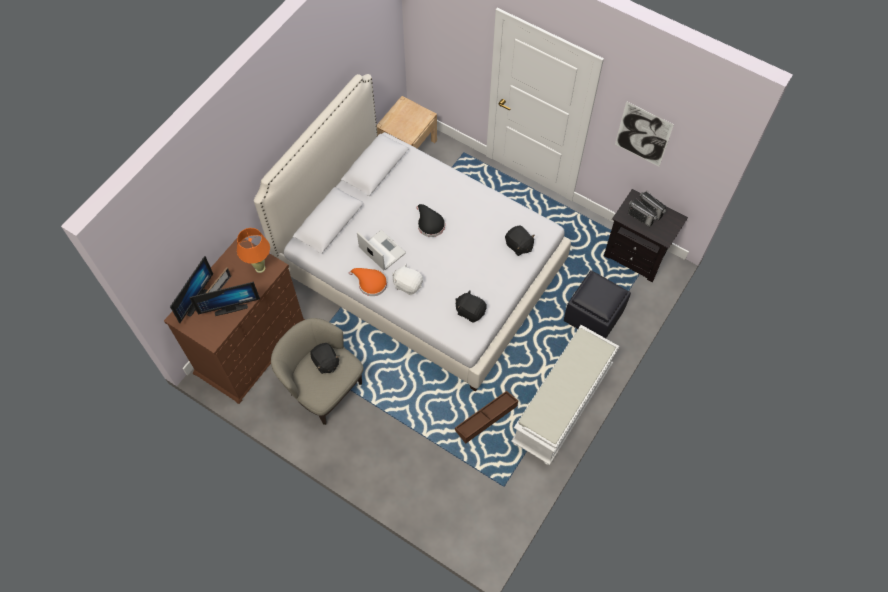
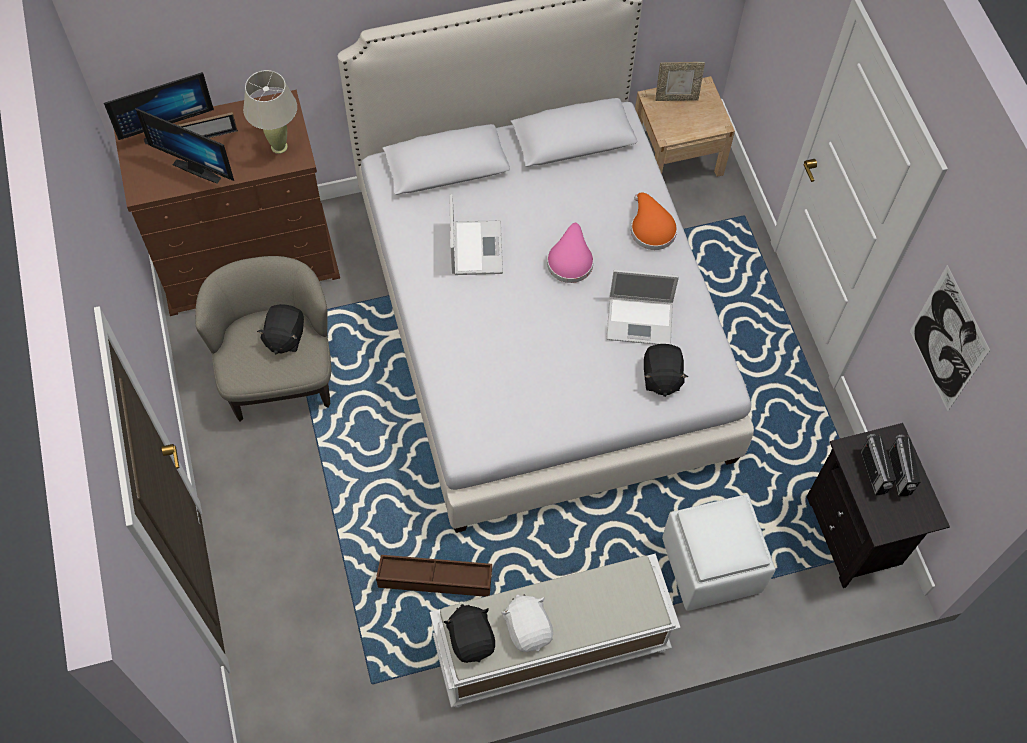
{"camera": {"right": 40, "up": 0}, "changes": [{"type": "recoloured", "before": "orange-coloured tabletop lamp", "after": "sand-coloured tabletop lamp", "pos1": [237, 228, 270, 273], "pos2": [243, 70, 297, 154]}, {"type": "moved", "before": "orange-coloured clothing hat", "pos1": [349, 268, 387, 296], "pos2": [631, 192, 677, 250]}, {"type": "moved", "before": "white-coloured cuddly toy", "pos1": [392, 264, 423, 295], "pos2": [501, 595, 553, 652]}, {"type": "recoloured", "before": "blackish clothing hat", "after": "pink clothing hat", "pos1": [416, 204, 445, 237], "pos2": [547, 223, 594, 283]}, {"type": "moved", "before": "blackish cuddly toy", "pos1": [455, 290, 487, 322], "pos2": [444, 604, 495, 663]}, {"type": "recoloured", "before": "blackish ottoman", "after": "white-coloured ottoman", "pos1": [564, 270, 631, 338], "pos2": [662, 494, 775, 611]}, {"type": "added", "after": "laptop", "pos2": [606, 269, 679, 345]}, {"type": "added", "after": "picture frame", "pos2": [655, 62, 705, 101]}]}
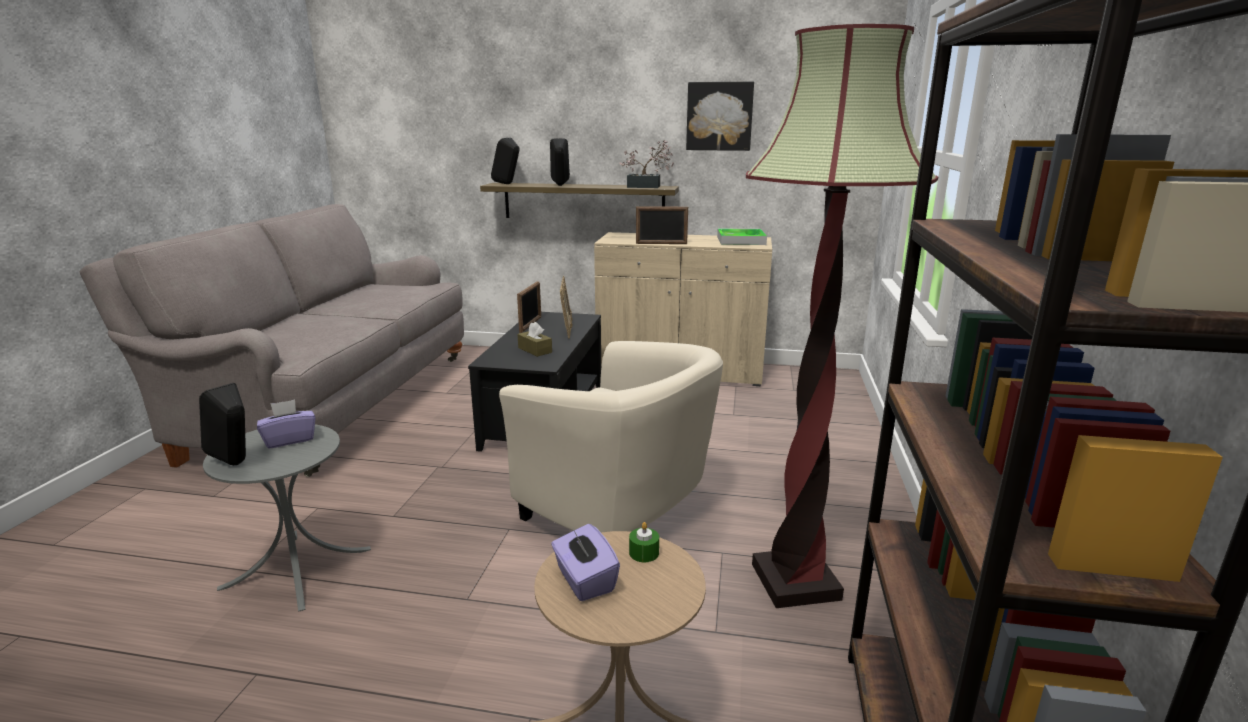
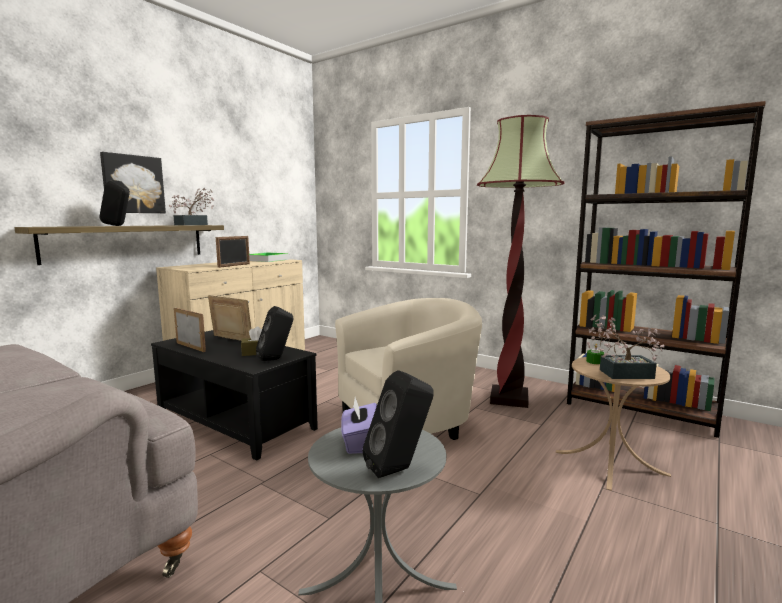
{"camera": {"right": -65, "up": -10}, "changes": [{"type": "moved", "before": "blackish loudspeaker", "pos1": [491, 138, 520, 184], "pos2": [256, 306, 293, 361]}, {"type": "replaced", "before": "purplish box of tissues", "after": "plant in a pot", "pos1": [551, 524, 620, 601], "pos2": [587, 315, 664, 379]}, {"type": "moved", "before": "wall art", "pos1": [686, 82, 754, 151], "pos2": [100, 152, 166, 213]}]}
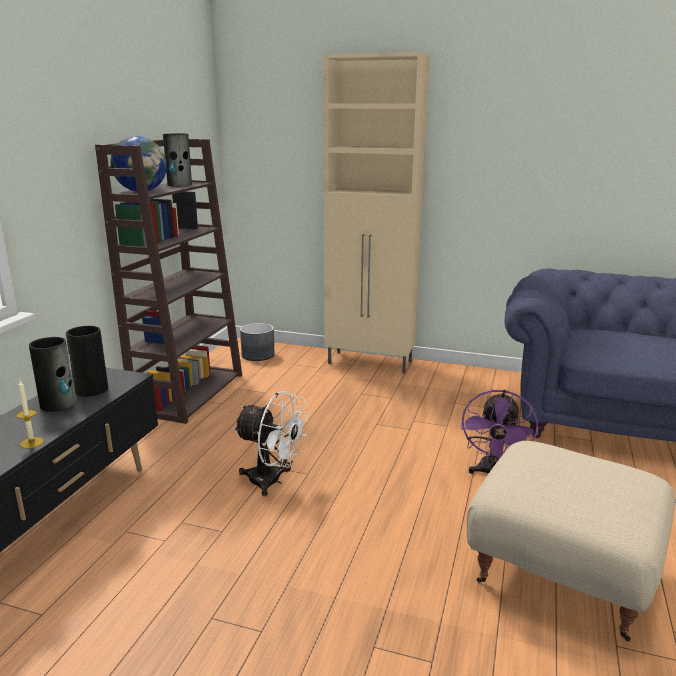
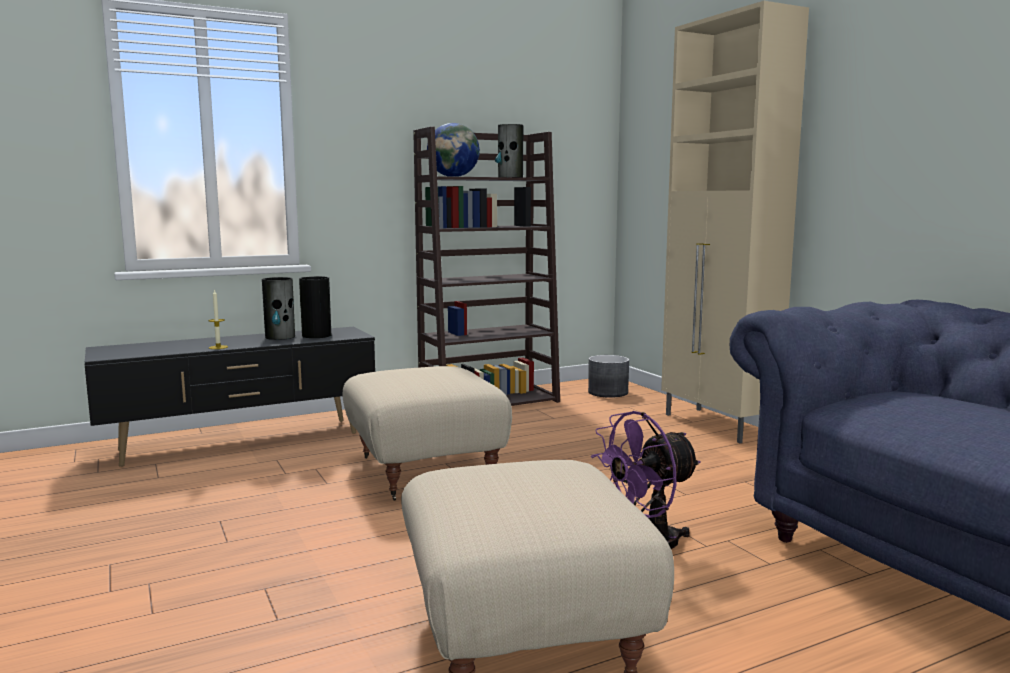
{"camera": {"right": 45, "up": -10}, "changes": [{"type": "replaced", "before": "white-coloured fan", "after": "sand-coloured ottoman", "pos1": [233, 391, 309, 496], "pos2": [343, 366, 512, 500]}]}
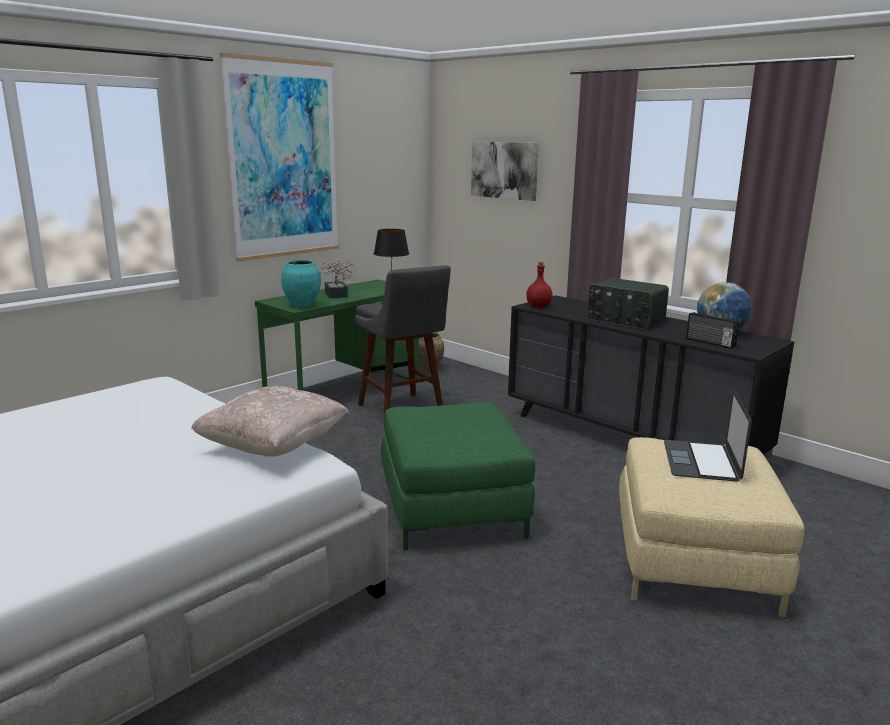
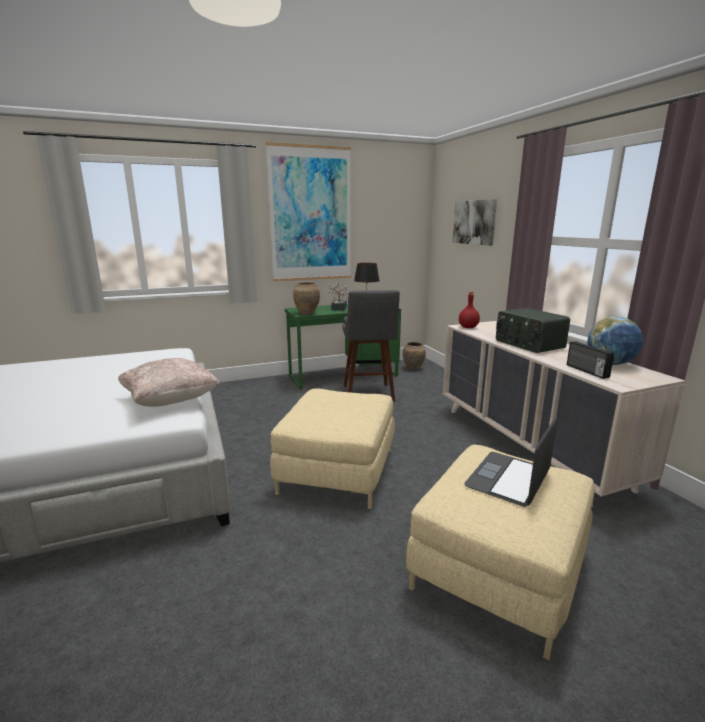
{"camera": {"right": 25, "up": 0}, "changes": [{"type": "recoloured", "before": "blue-green flower vase", "after": "brown-coloured flower vase", "pos1": [281, 260, 321, 308], "pos2": [293, 282, 320, 315]}, {"type": "recoloured", "before": "green-coloured ottoman", "after": "sand-coloured ottoman", "pos1": [381, 402, 535, 550], "pos2": [270, 389, 395, 509]}, {"type": "recoloured", "before": "blackish drawer chest", "after": "sand-coloured drawer chest", "pos1": [508, 295, 794, 455], "pos2": [443, 321, 686, 507]}]}
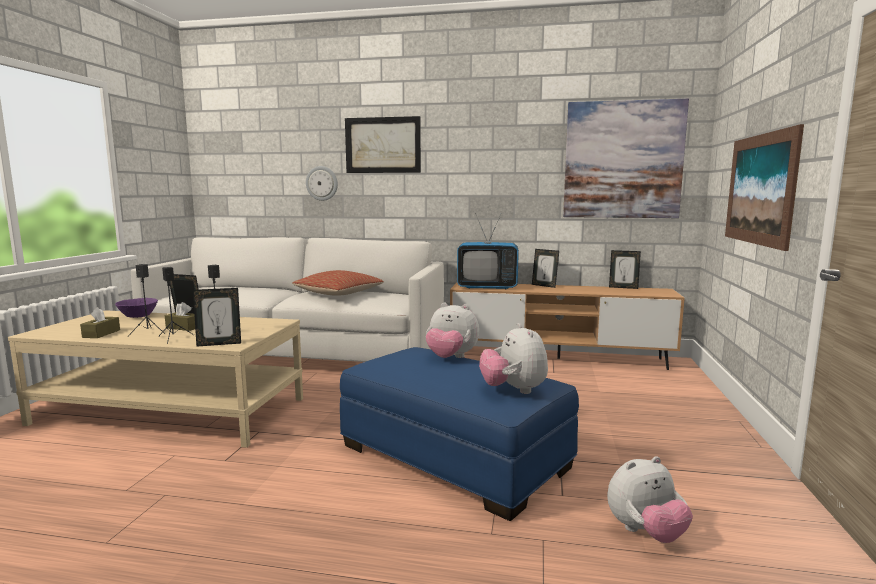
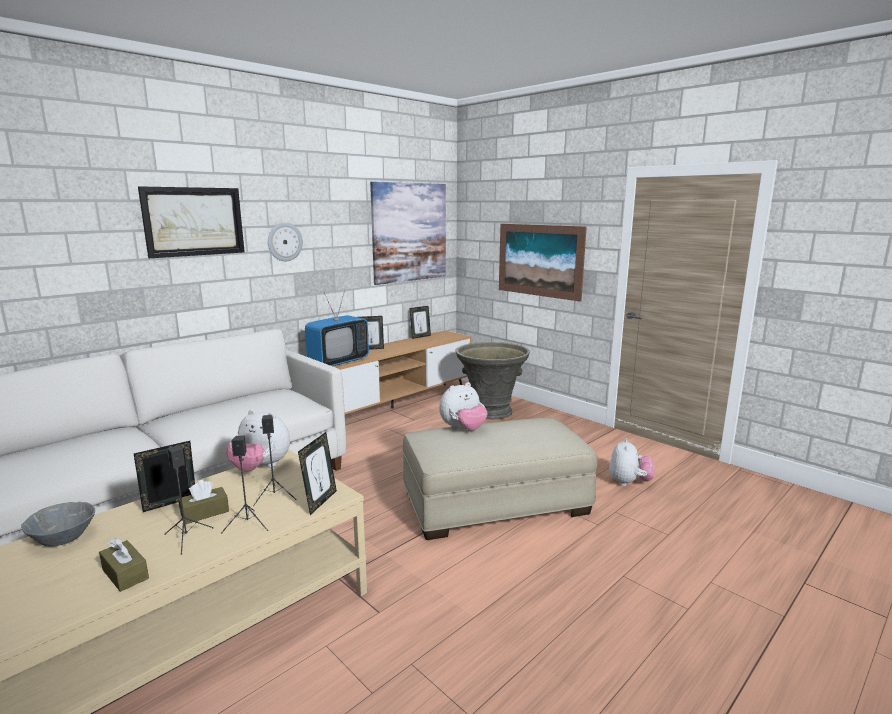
{"camera": {"right": -55, "up": 5}, "changes": [{"type": "recoloured", "before": "purplish deep dish", "after": "grey deep dish", "pos1": [115, 298, 158, 318], "pos2": [21, 502, 95, 547]}, {"type": "removed", "before": "pillow", "pos1": [292, 270, 384, 296]}, {"type": "moved", "before": "wall clock", "pos1": [306, 166, 338, 201], "pos2": [268, 223, 303, 261]}, {"type": "recoloured", "before": "blue ottoman", "after": "sand-coloured ottoman", "pos1": [340, 347, 579, 521], "pos2": [403, 417, 597, 540]}, {"type": "moved", "before": "cuddly toy", "pos1": [479, 323, 548, 394], "pos2": [226, 410, 290, 472]}, {"type": "added", "after": "grey plant pot", "pos2": [455, 342, 530, 419]}]}
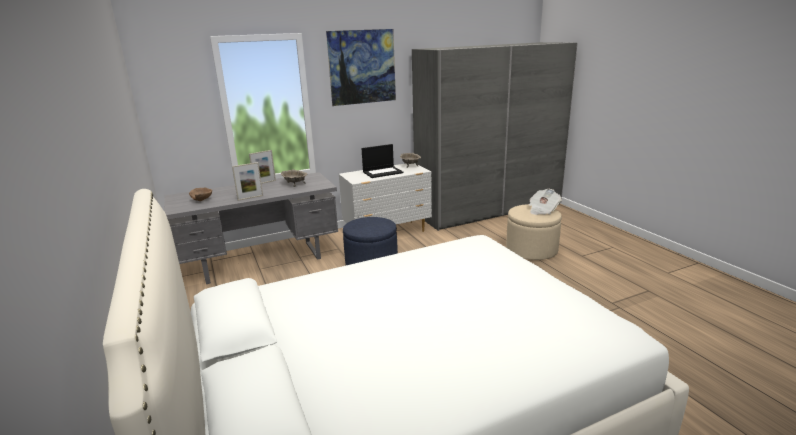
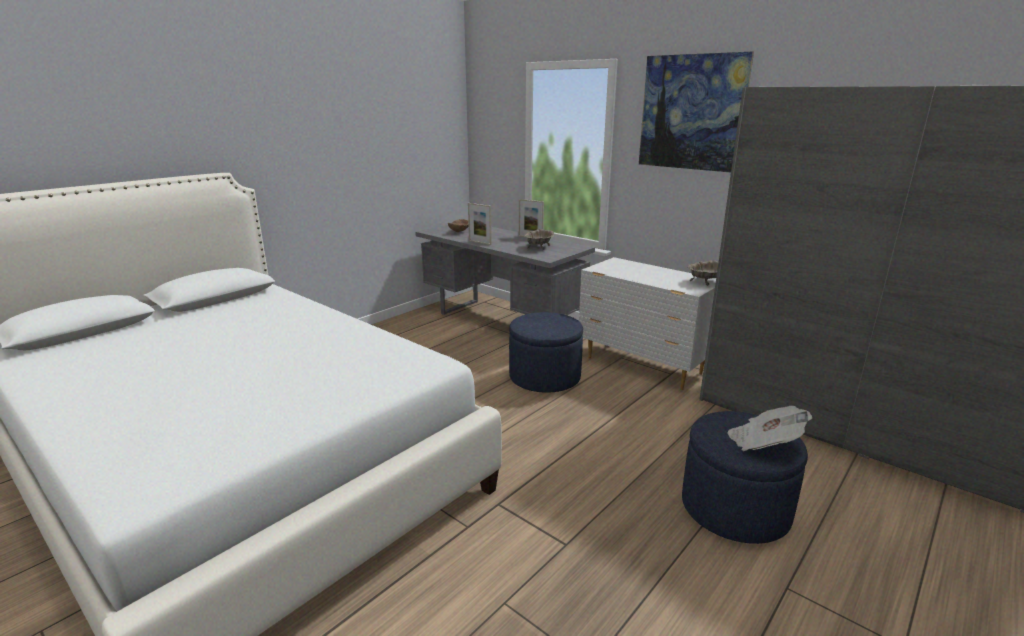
{"camera": {"right": 65, "up": 0}, "changes": [{"type": "removed", "before": "laptop", "pos1": [361, 144, 404, 178]}, {"type": "recoloured", "before": "sand-coloured ottoman", "after": "blue ottoman", "pos1": [506, 204, 562, 260], "pos2": [682, 411, 808, 544]}]}
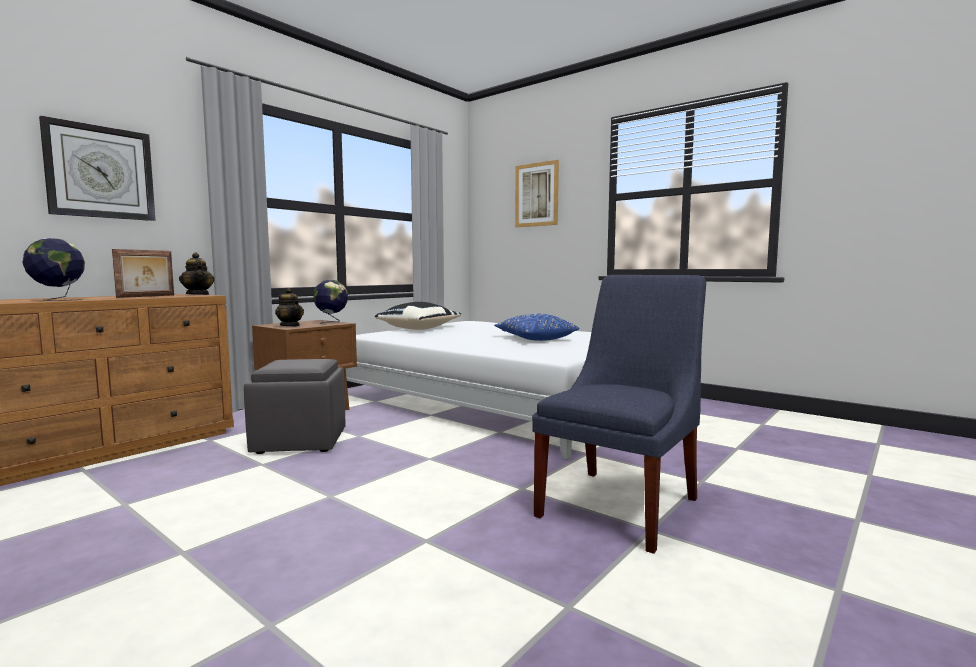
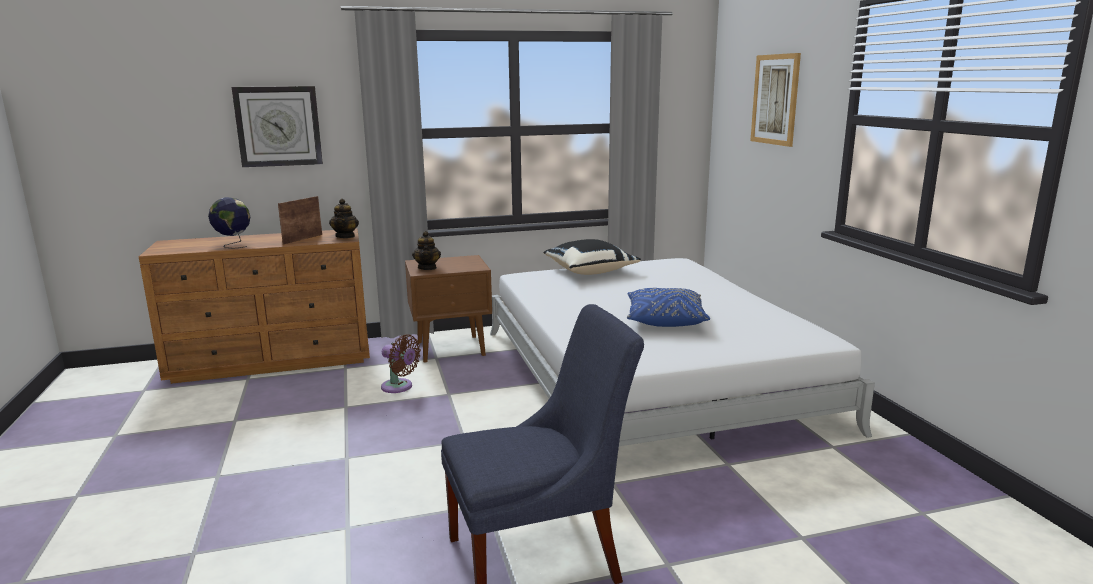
{"camera": {"right": 35, "up": 10}, "changes": [{"type": "turned", "before": "picture frame", "pos1": [112, 249, 174, 298], "pos2": [278, 196, 322, 245], "turn": 150}, {"type": "replaced", "before": "grey ottoman", "after": "brown-coloured fan", "pos1": [244, 359, 345, 454], "pos2": [381, 334, 421, 393]}, {"type": "removed", "before": "desk globe", "pos1": [313, 280, 348, 324]}]}
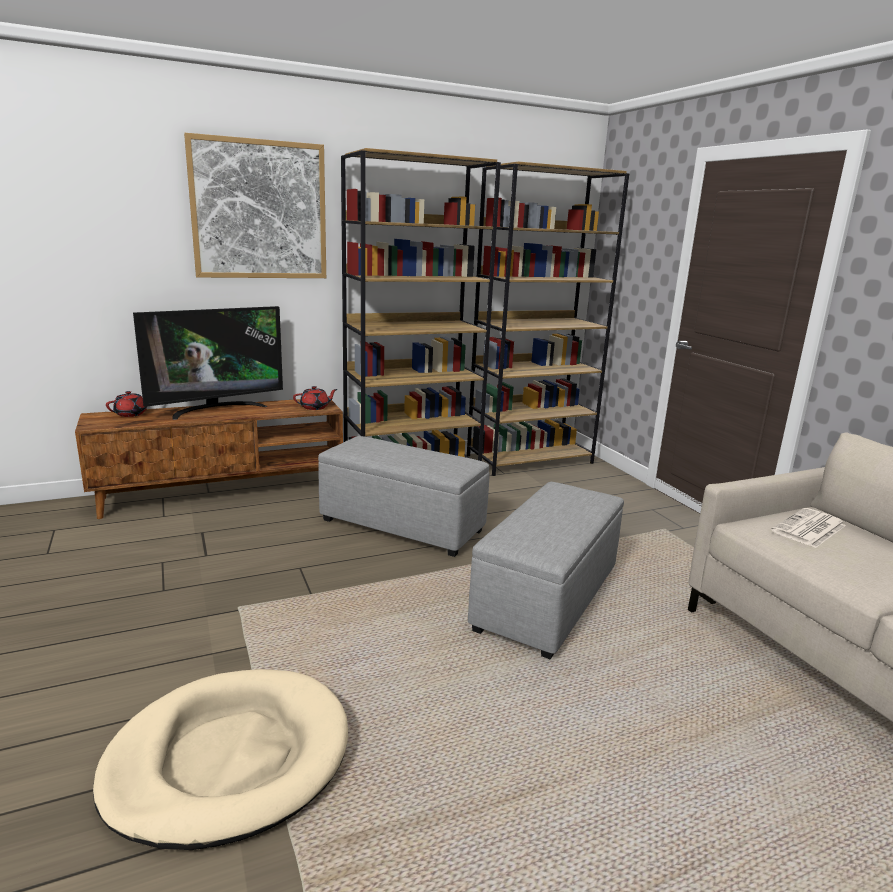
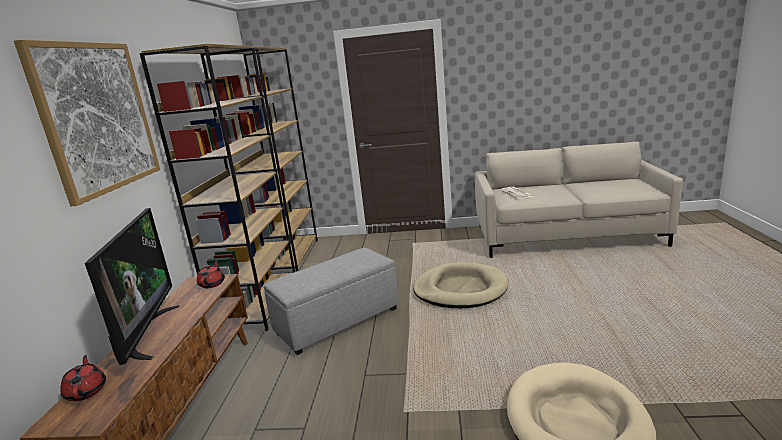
{"camera": {"right": -60, "up": 0}, "changes": [{"type": "replaced", "before": "grey ottoman", "after": "sand-coloured pet bed", "pos1": [468, 482, 624, 659], "pos2": [413, 262, 509, 308]}]}
